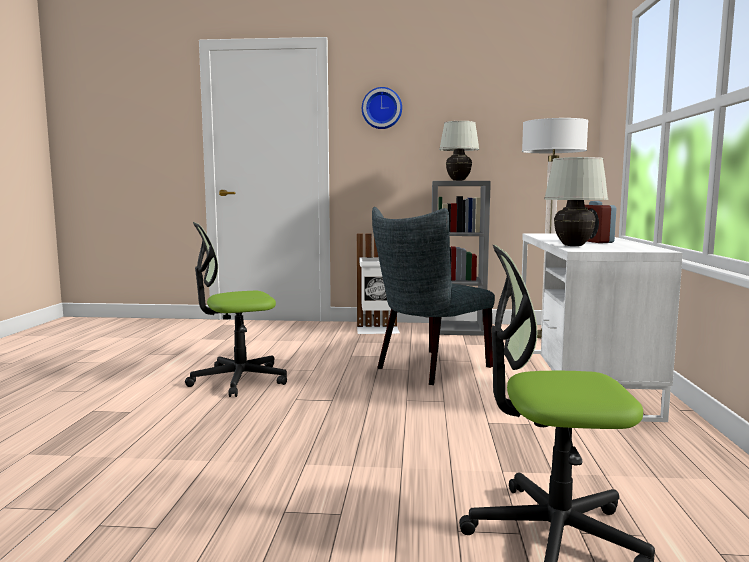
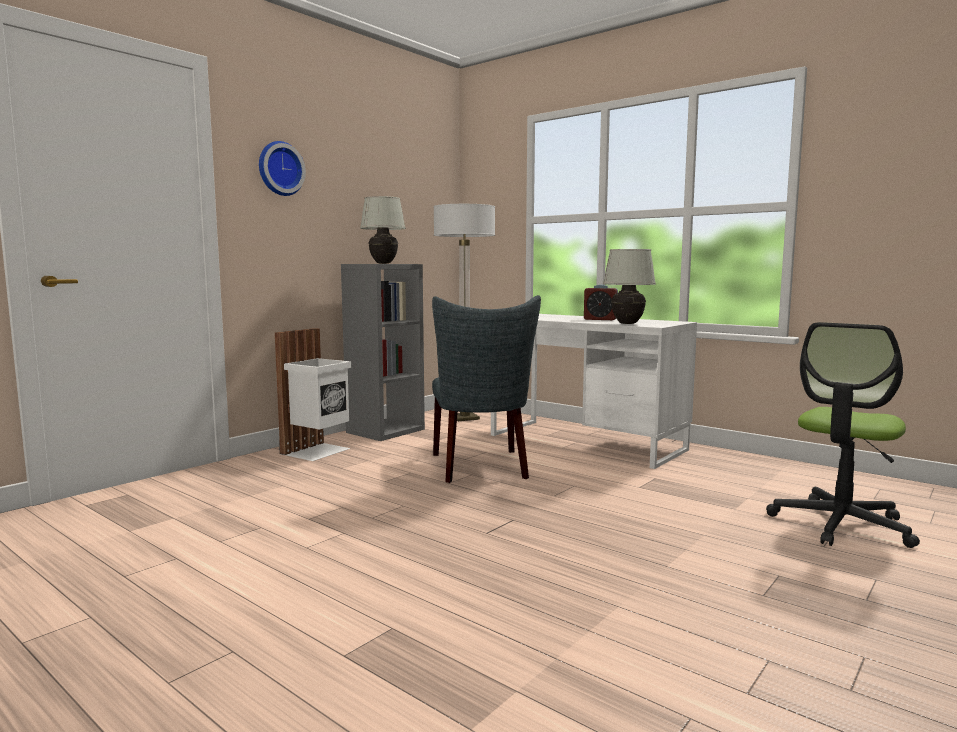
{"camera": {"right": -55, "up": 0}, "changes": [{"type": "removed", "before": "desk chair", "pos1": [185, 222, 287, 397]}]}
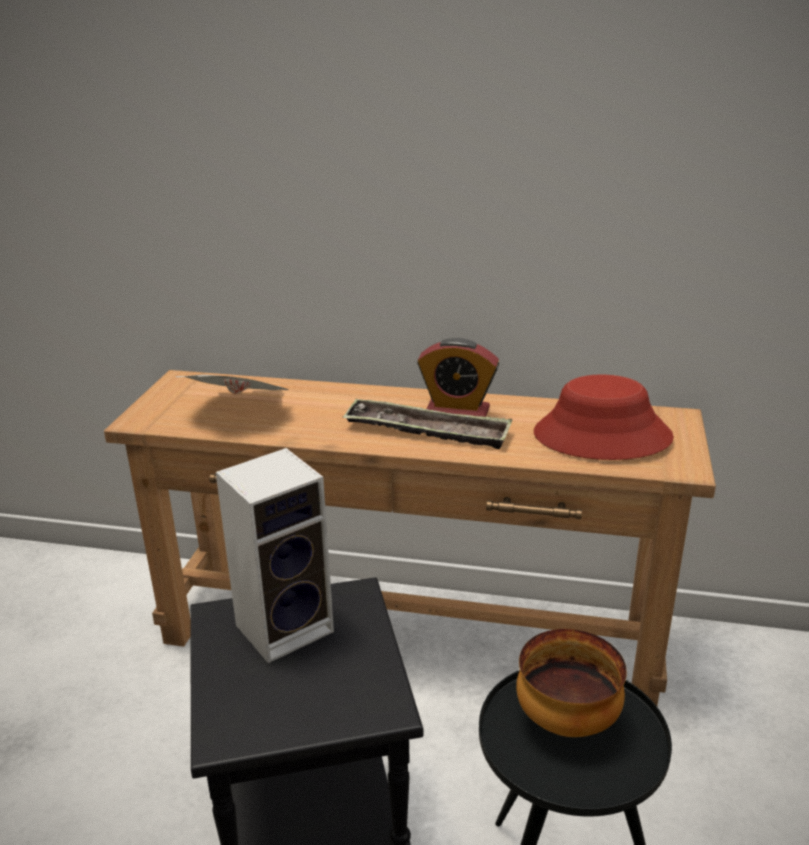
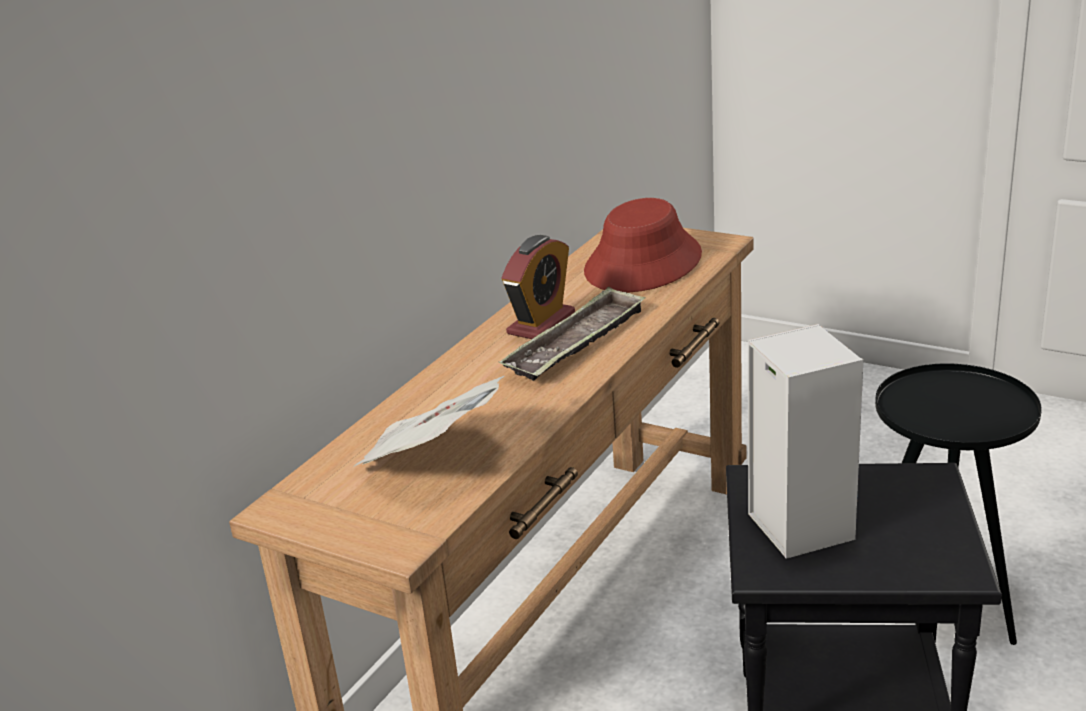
{"camera": {"right": -70, "up": 0}, "changes": [{"type": "removed", "before": "deep dish", "pos1": [516, 629, 627, 737]}]}
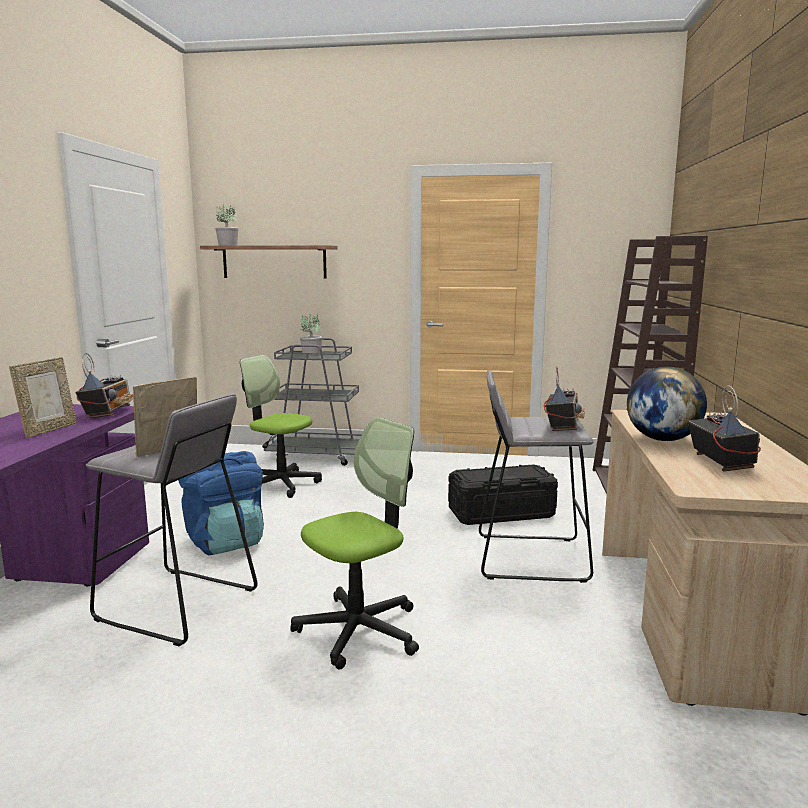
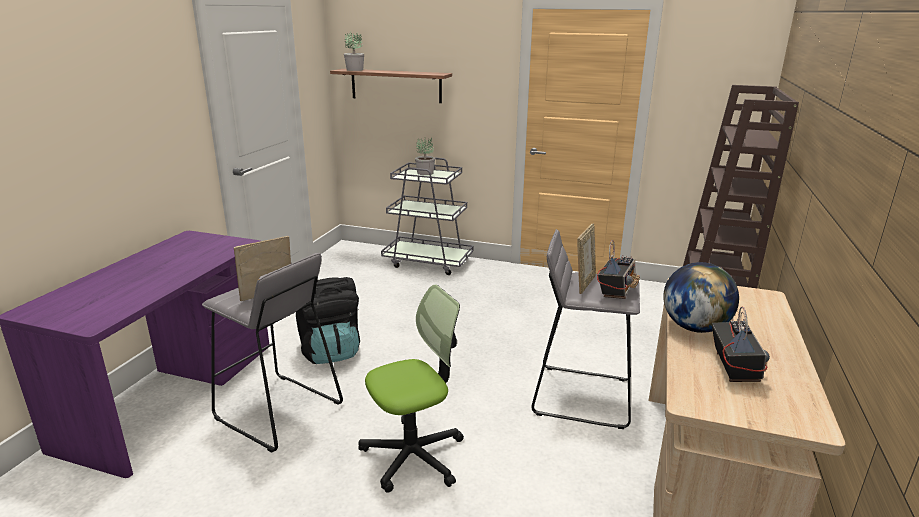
{"camera": {"right": 10, "up": 10}, "changes": [{"type": "moved", "before": "picture frame", "pos1": [9, 357, 77, 438], "pos2": [577, 223, 596, 294]}, {"type": "removed", "before": "radio receiver", "pos1": [75, 353, 133, 418]}, {"type": "recoloured", "before": "blue knapsack", "after": "blackish knapsack", "pos1": [178, 451, 264, 556], "pos2": [296, 277, 360, 364]}, {"type": "removed", "before": "desk chair", "pos1": [240, 355, 322, 498]}, {"type": "removed", "before": "blackish storage container", "pos1": [448, 465, 558, 525]}]}
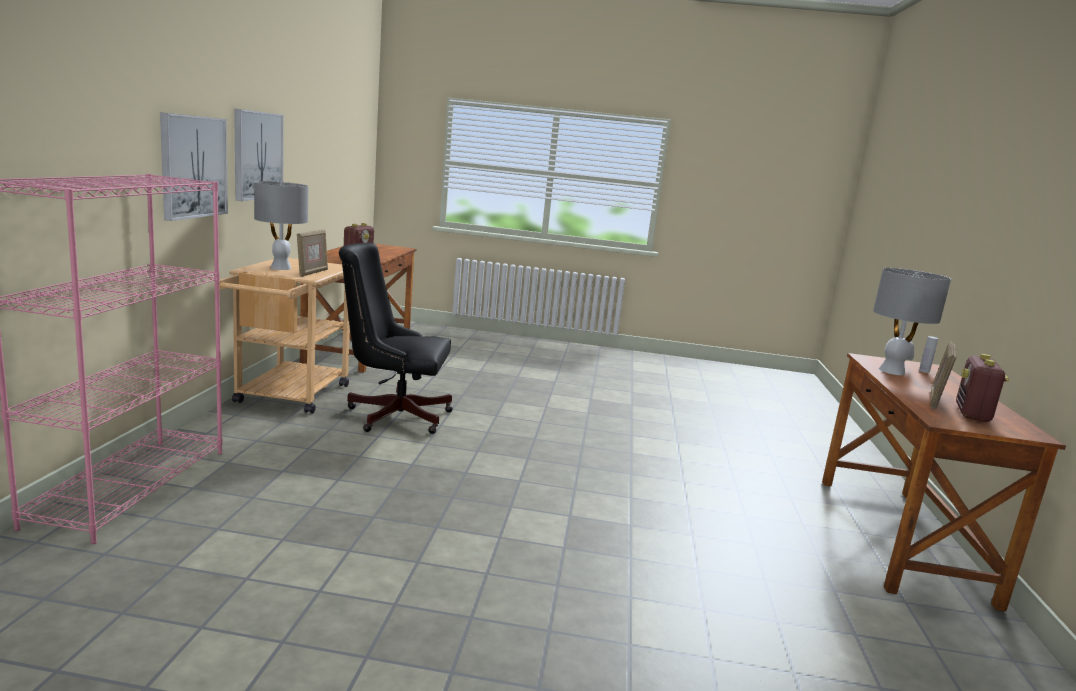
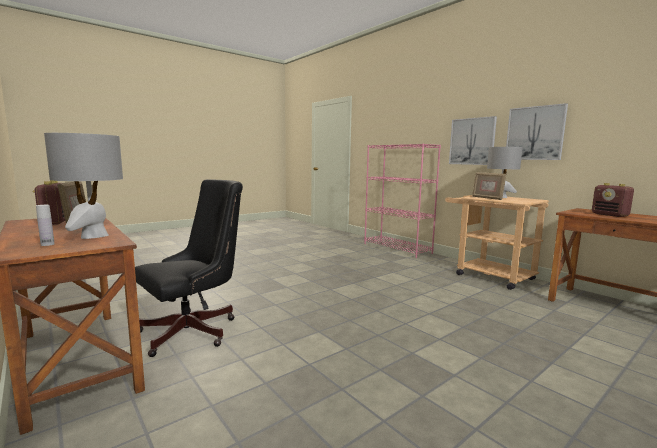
{"camera": {"right": 135, "up": -5}, "changes": [{"type": "moved", "before": "blackish desk chair", "pos1": [339, 243, 453, 434], "pos2": [135, 179, 243, 357]}]}
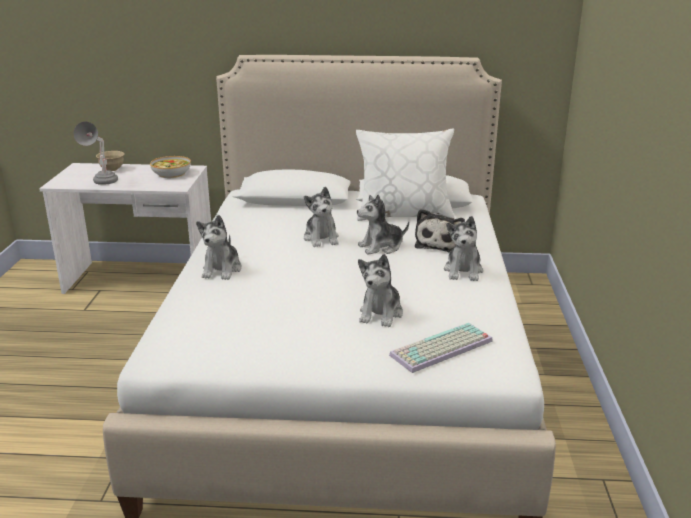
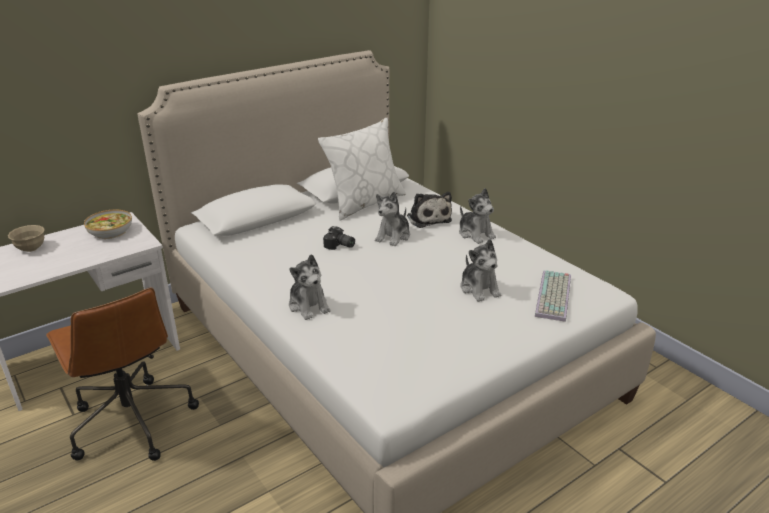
{"camera": {"right": -40, "up": 5}, "changes": [{"type": "removed", "before": "grey tabletop lamp", "pos1": [74, 122, 118, 185]}, {"type": "replaced", "before": "cuddly toy", "after": "photo camera", "pos1": [304, 187, 339, 247], "pos2": [323, 226, 355, 250]}, {"type": "added", "after": "brown-coloured desk chair", "pos2": [46, 287, 199, 461]}]}
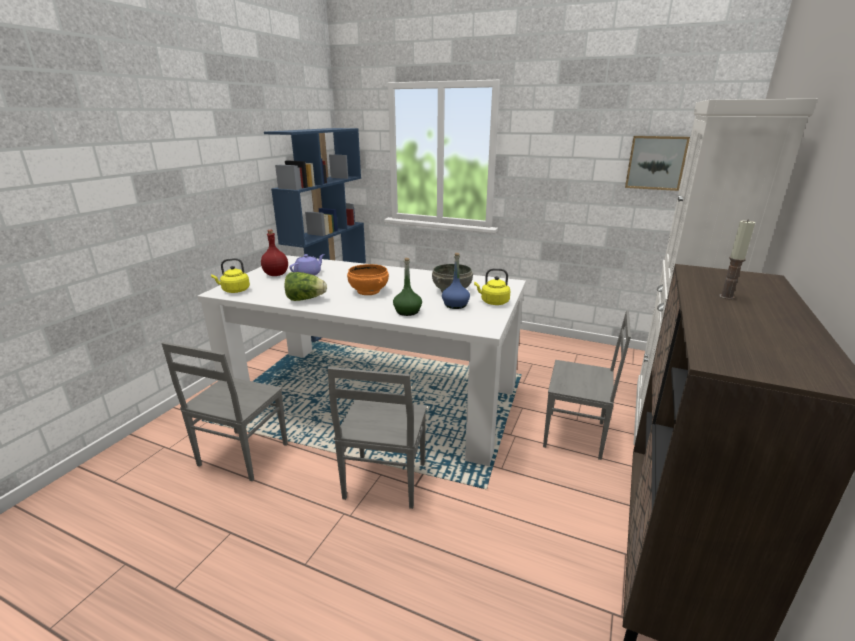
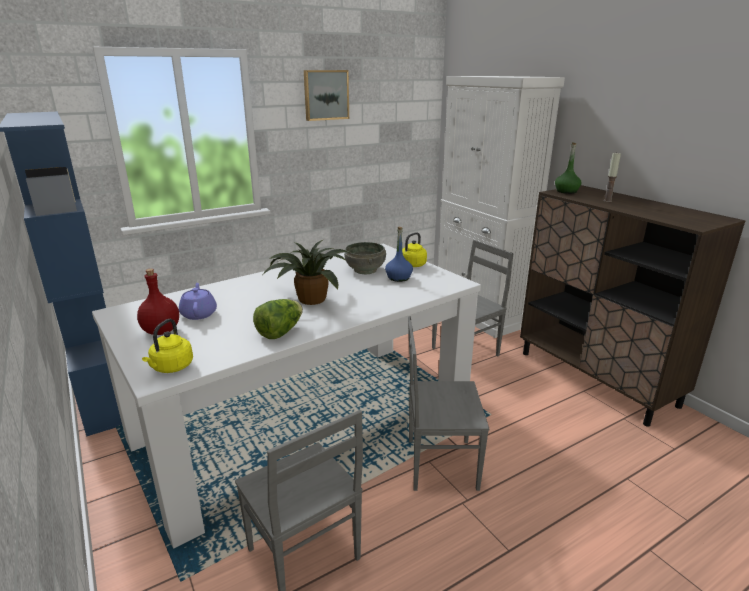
{"camera": {"right": -55, "up": 0}, "changes": [{"type": "turned", "before": "grey plain chair", "pos1": [327, 367, 427, 509], "pos2": [408, 316, 489, 491], "turn": 135}, {"type": "replaced", "before": "orange-coloured deep dish", "after": "plant in a pot", "pos1": [347, 264, 389, 295], "pos2": [263, 240, 347, 305]}, {"type": "moved", "before": "green-coloured drink bottle", "pos1": [393, 258, 422, 316], "pos2": [555, 142, 582, 194]}, {"type": "moved", "before": "wall art", "pos1": [625, 136, 690, 191], "pos2": [304, 70, 349, 121]}]}
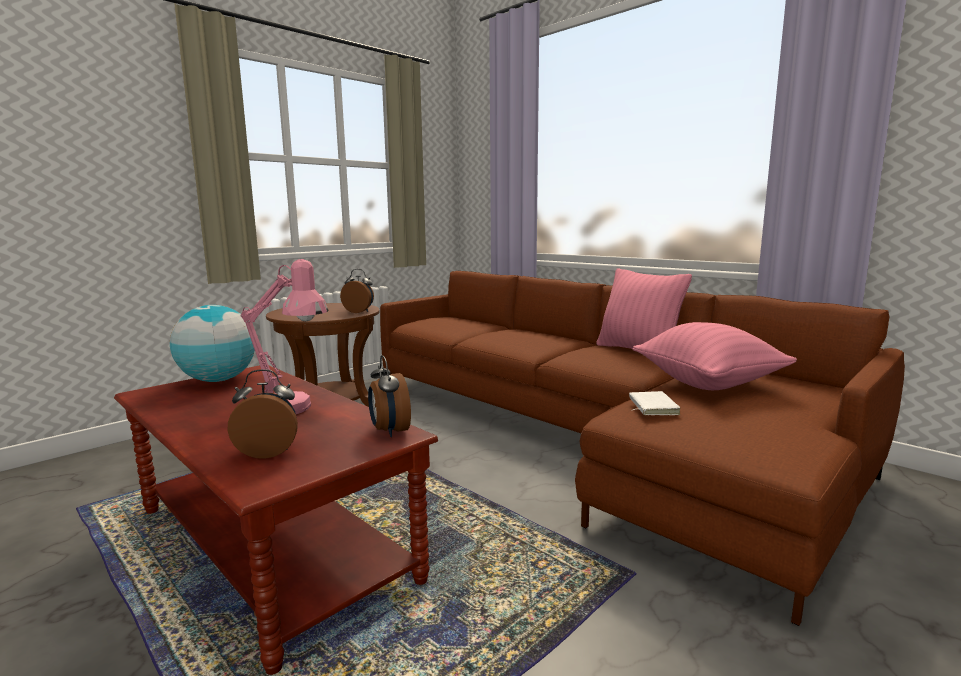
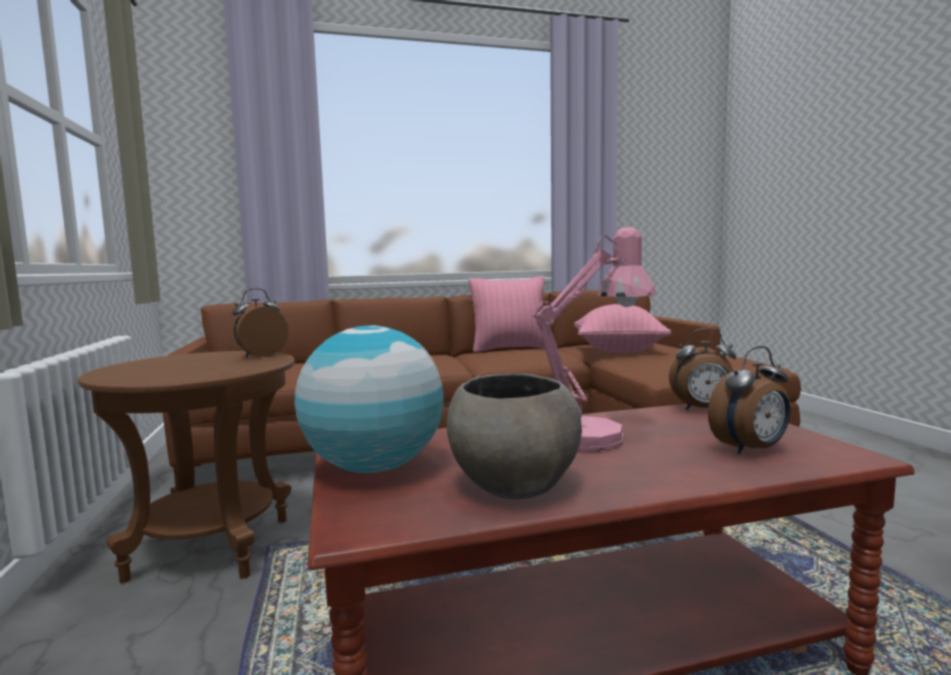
{"camera": {"right": -60, "up": -5}, "changes": [{"type": "turned", "before": "table clock", "pos1": [228, 369, 298, 459], "pos2": [708, 346, 791, 454], "turn": -135}, {"type": "removed", "before": "white-coloured bound book", "pos1": [629, 391, 680, 415]}, {"type": "added", "after": "grey deep dish", "pos2": [447, 374, 582, 499]}]}
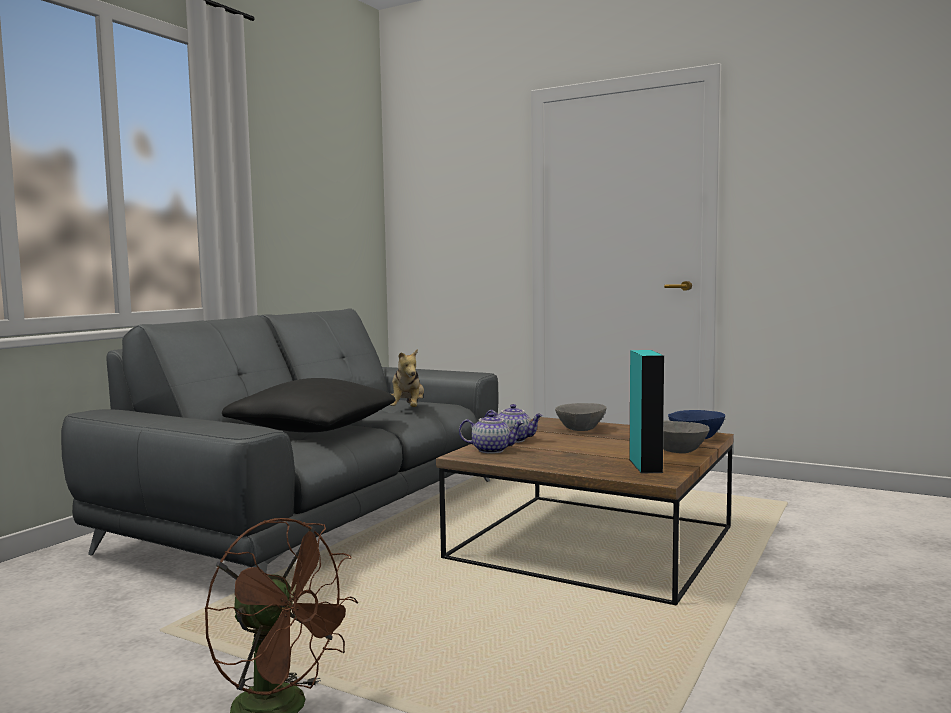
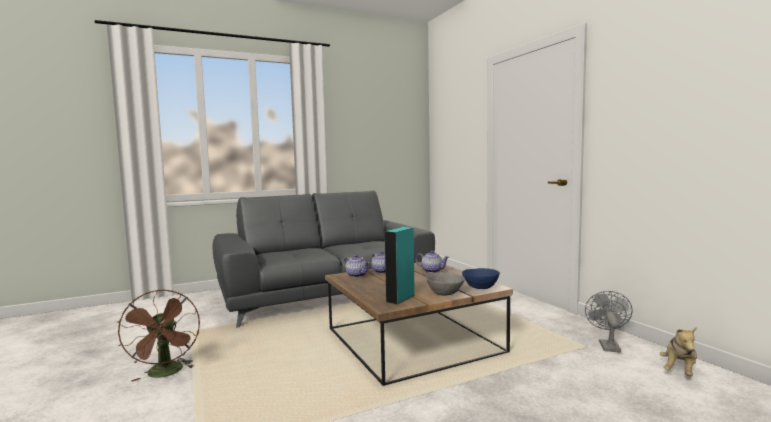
{"camera": {"right": 35, "up": 0}, "changes": [{"type": "removed", "before": "blackish pillow", "pos1": [222, 378, 395, 432]}, {"type": "moved", "before": "cuddly toy", "pos1": [390, 349, 424, 407], "pos2": [660, 327, 697, 376]}, {"type": "replaced", "before": "grey deep dish", "after": "pot for tea", "pos1": [555, 403, 607, 431], "pos2": [416, 250, 449, 273]}, {"type": "added", "after": "grey fan", "pos2": [585, 291, 632, 353]}]}
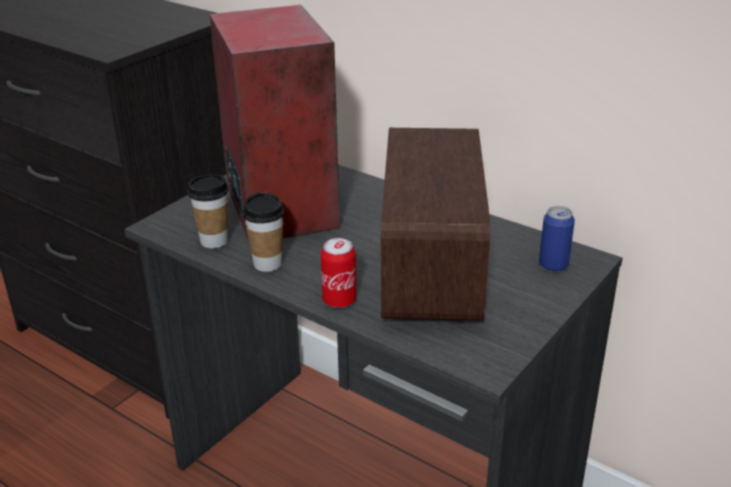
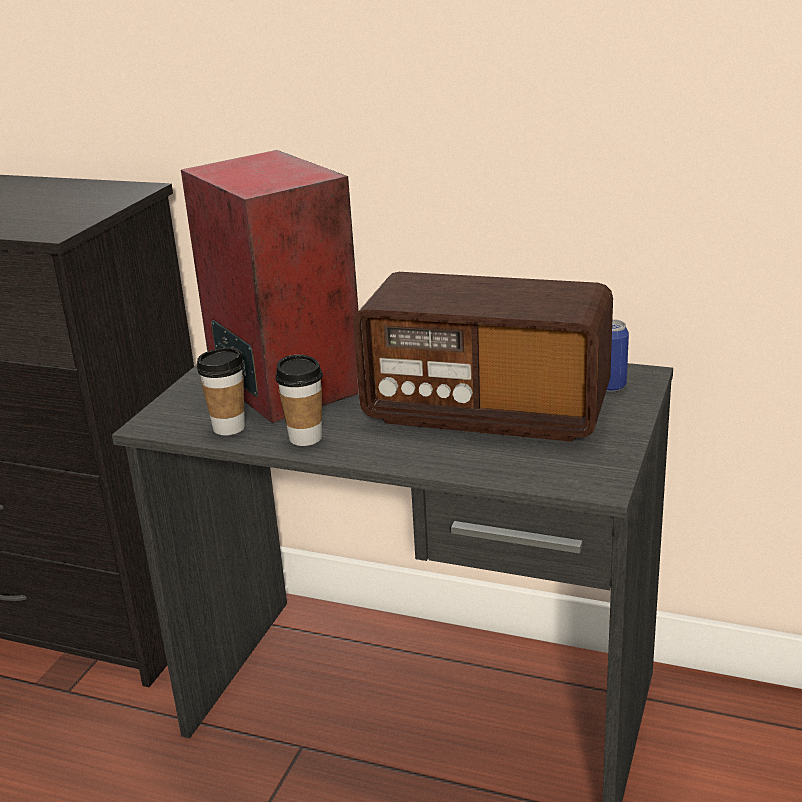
{"camera": {"right": -15, "up": -5}, "changes": [{"type": "removed", "before": "metal can", "pos1": [321, 238, 356, 308]}, {"type": "turned", "before": "radio receiver", "pos1": [381, 128, 490, 321], "pos2": [353, 272, 613, 442], "turn": 120}]}
